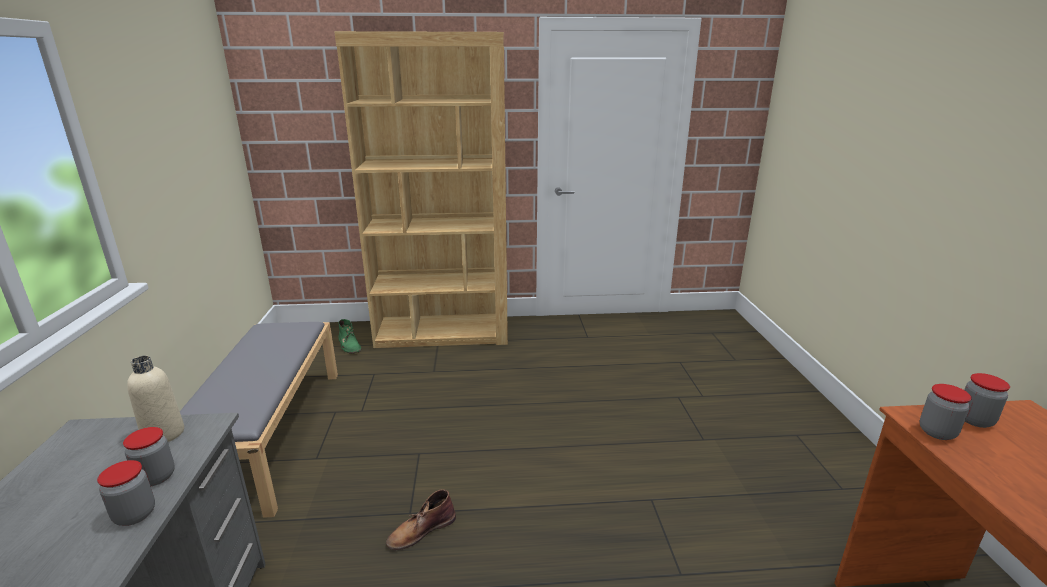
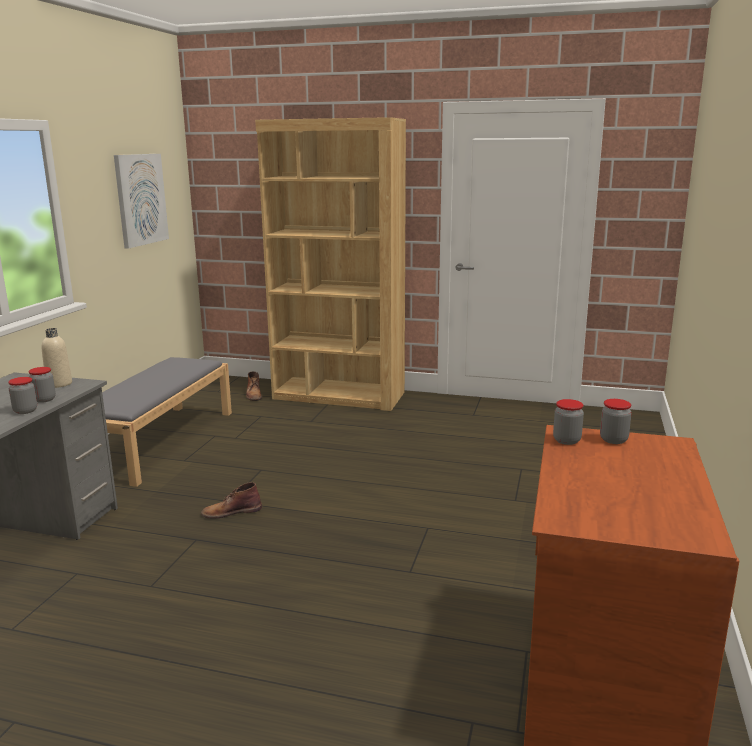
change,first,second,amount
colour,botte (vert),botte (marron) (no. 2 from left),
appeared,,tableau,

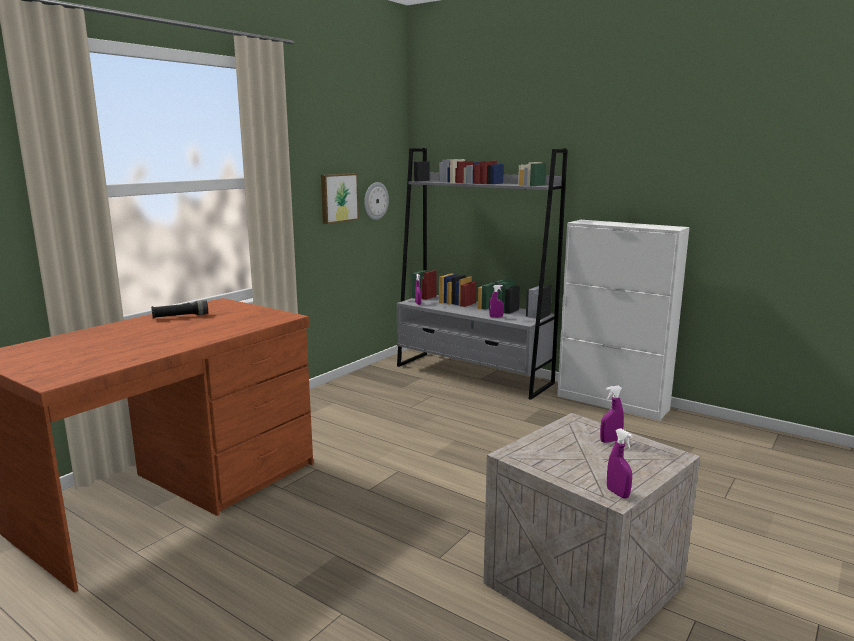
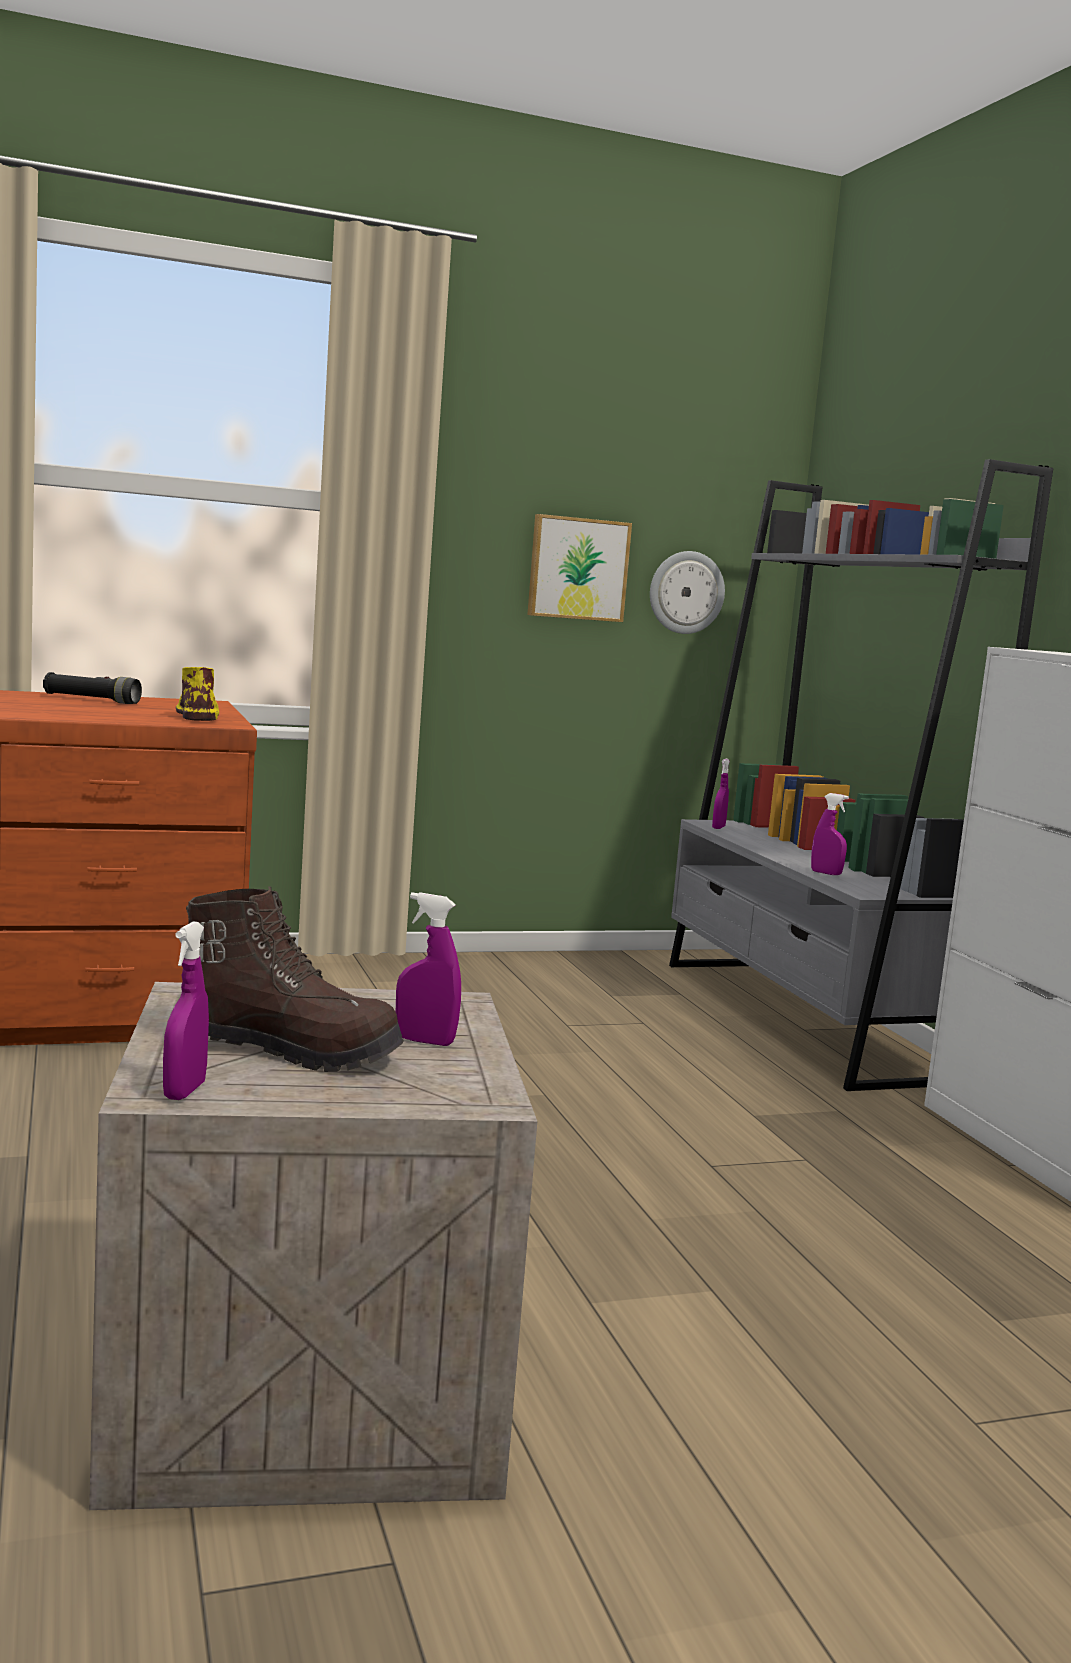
change,first,second,amount
appeared,,botte (jaune),
appeared,,botte (marron),

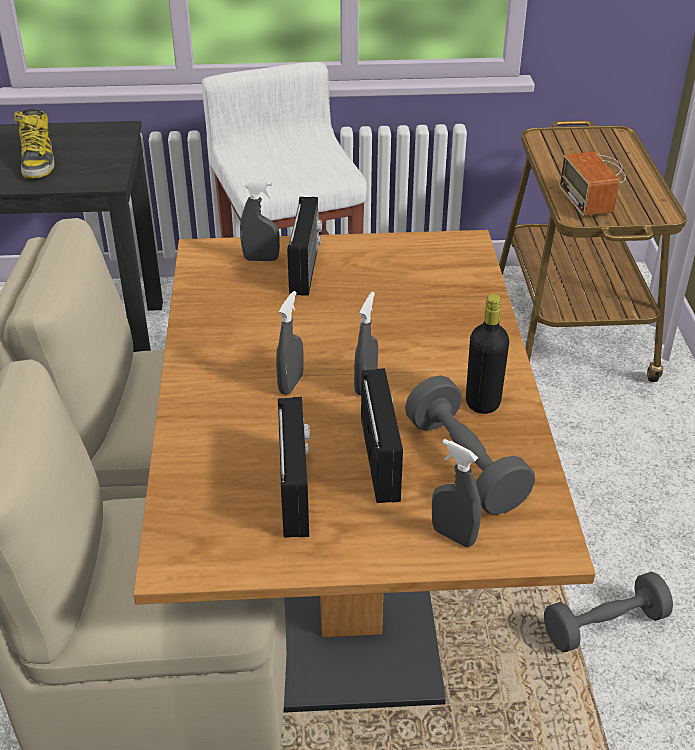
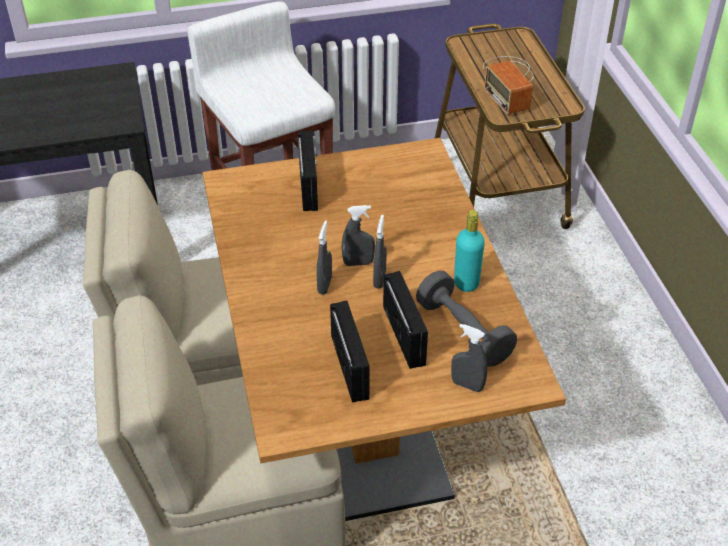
change,first,second,amount
missing,botte,,
relocated,vaporisateur (gris) (no. 1 from left in the first image),vaporisateur (gris) (no. 2 from left),
colour,bouteille (noir),bouteille (turquoise),
missing,haltère (gris) (no. 2 from left),,

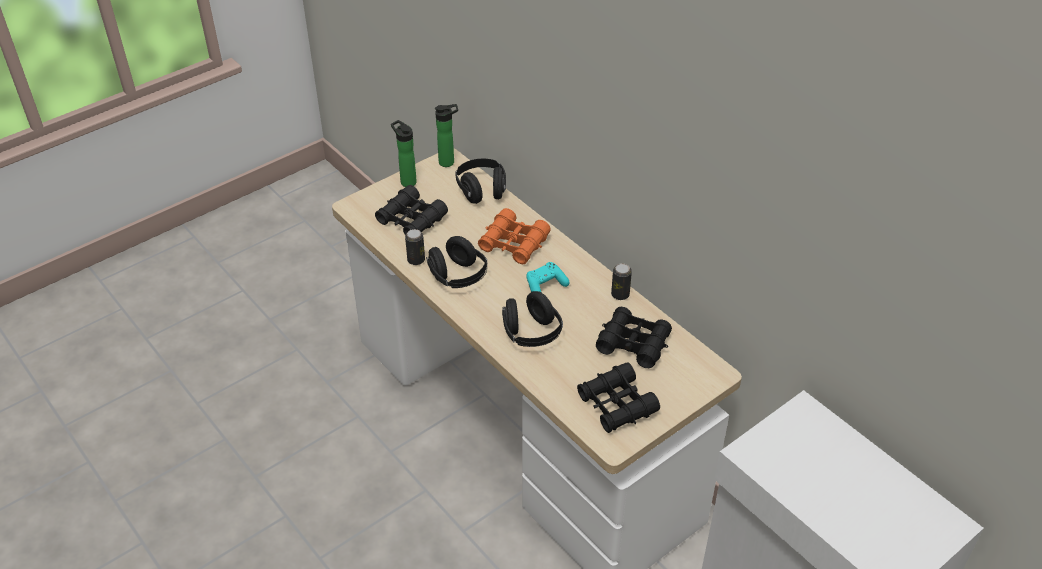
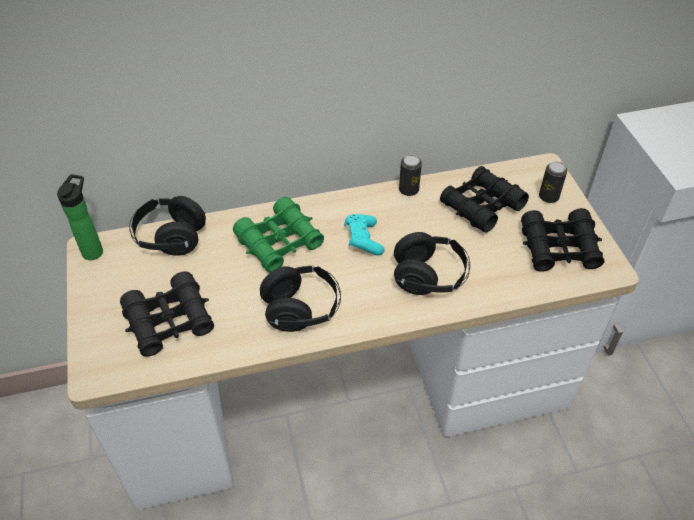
change,first,second,amount
missing,bouteille (no. 1 from left),,
relocated,boîte métallique (no. 1 from left in the first image),boîte métallique (no. 2 from left),
colour,jumelles (orange),jumelles (vert),

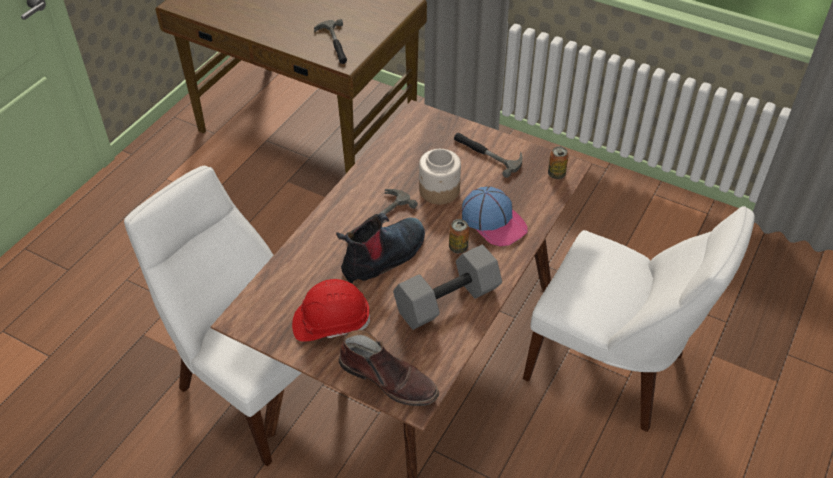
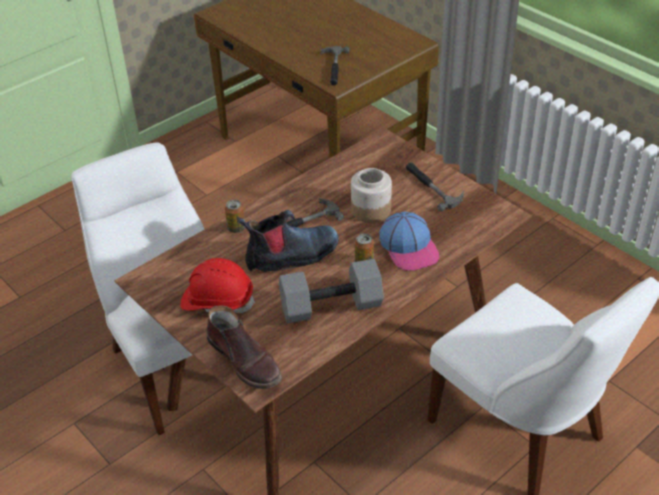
change,first,second,amount
relocated,boîte métallique (no. 2 from left in the first image),boîte métallique (no. 1 from left),

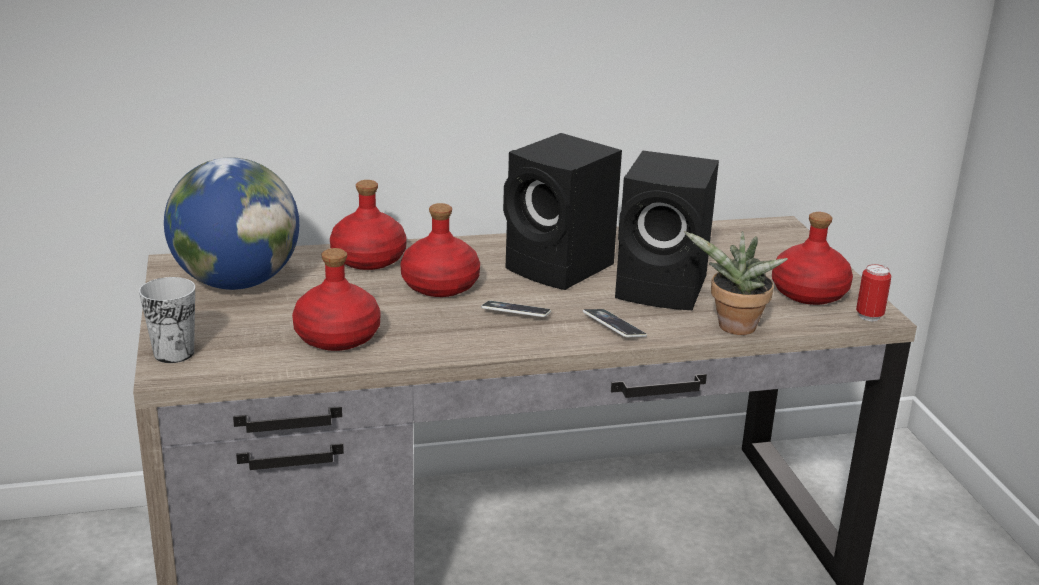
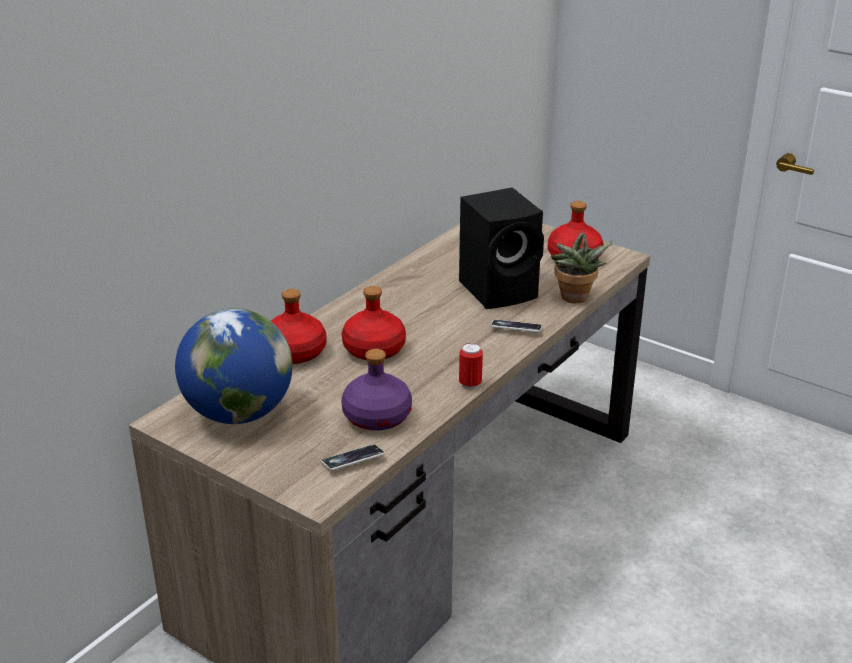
change,first,second,amount
missing,tasse,,
colour,bouteille (rouge) (no. 1 from left),bouteille (violet),
relocated,téléphone (no. 1 from left),,
missing,enceinte (noir) (no. 1 from left),,
relocated,boîte métallique,,

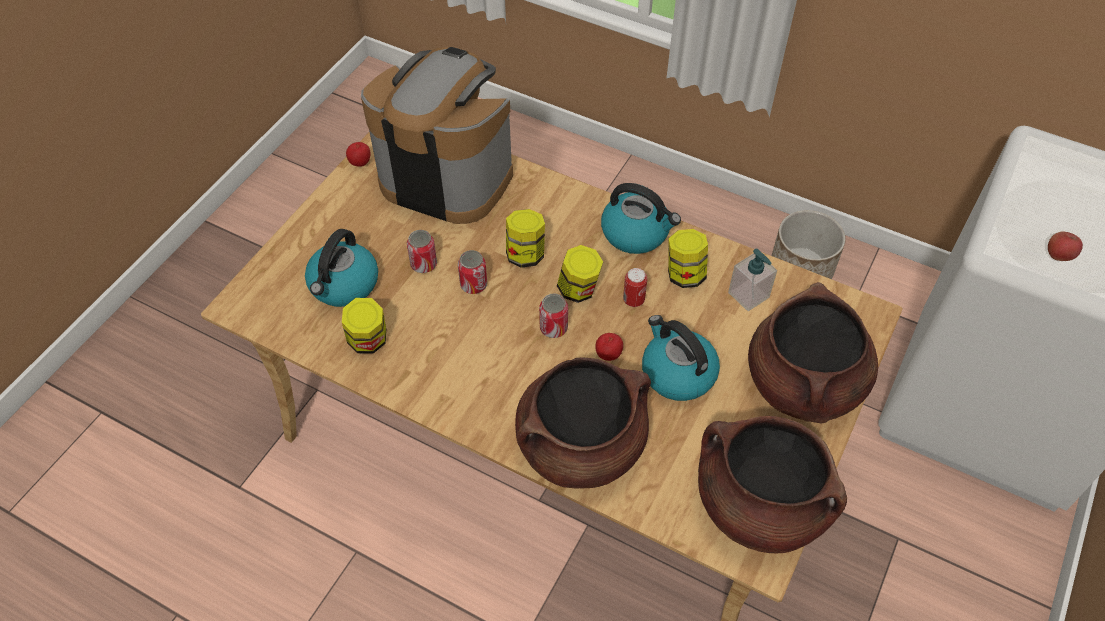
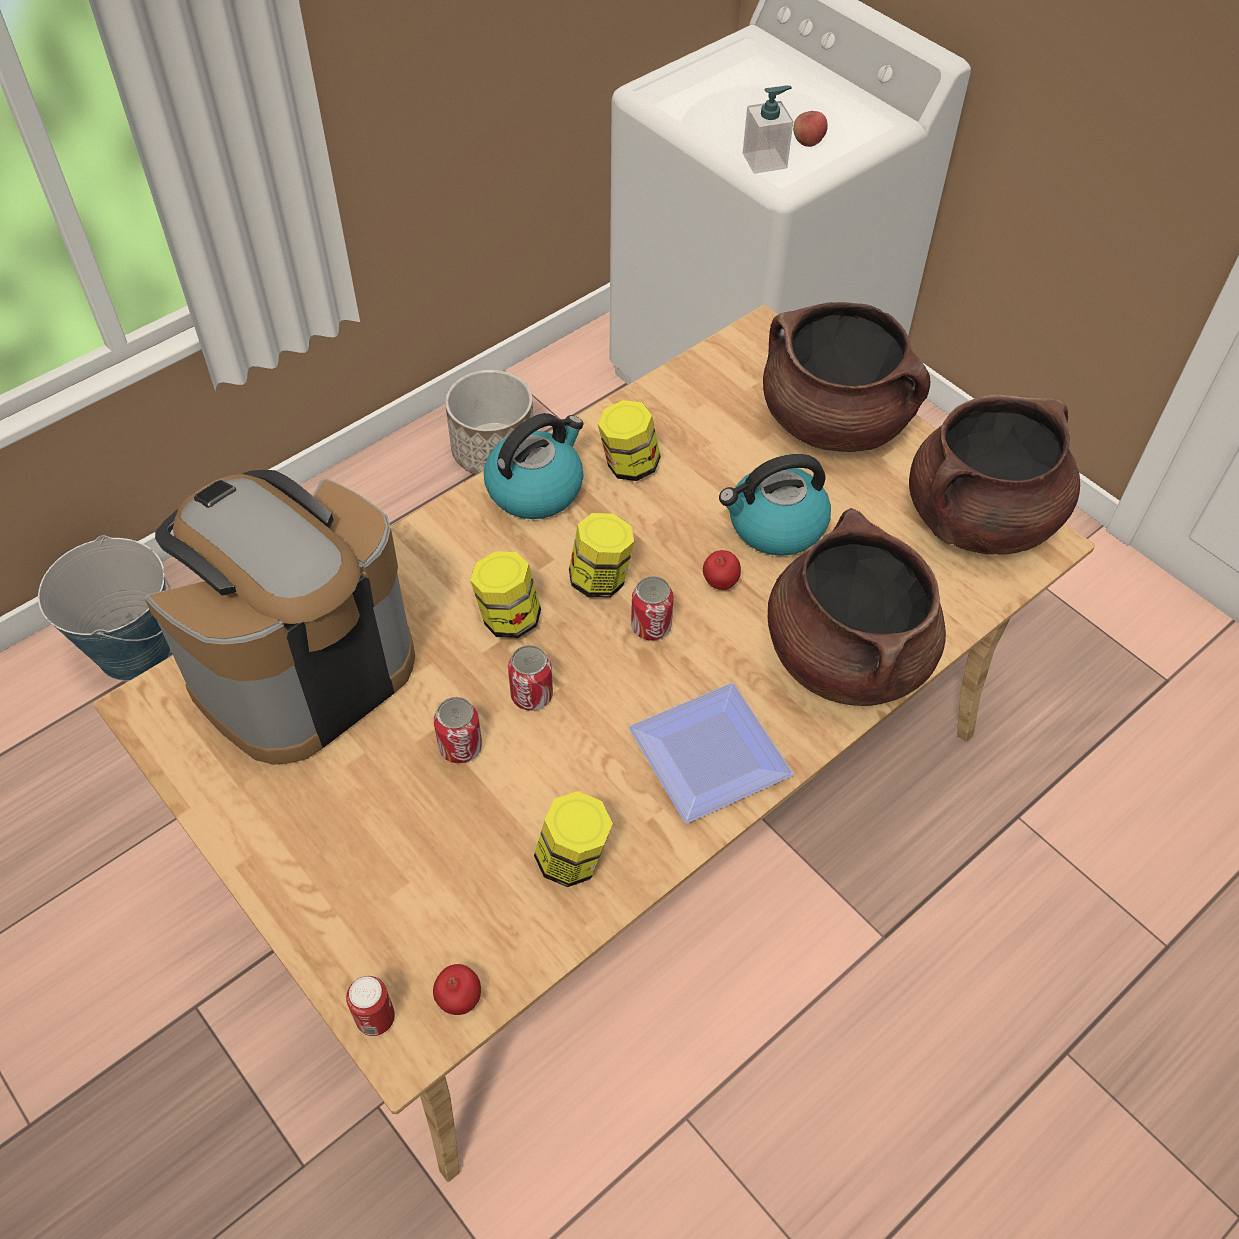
change,first,second,amount
missing,bouilloire (no. 1 from left),,
relocated,pomme (no. 1 from left),,
relocated,boîte métallique (no. 4 from left in the first image),boîte métallique (no. 1 from left),
relocated,distributeur de savon,,
appeared,,seau,
appeared,,assiette,

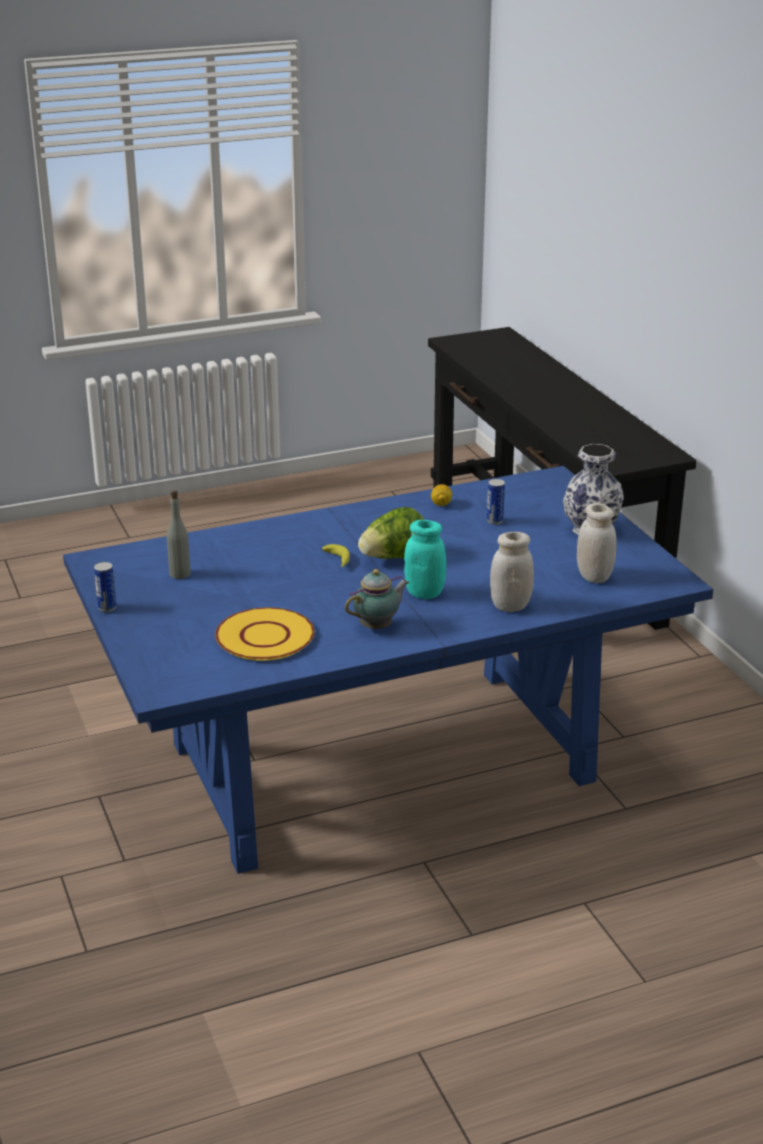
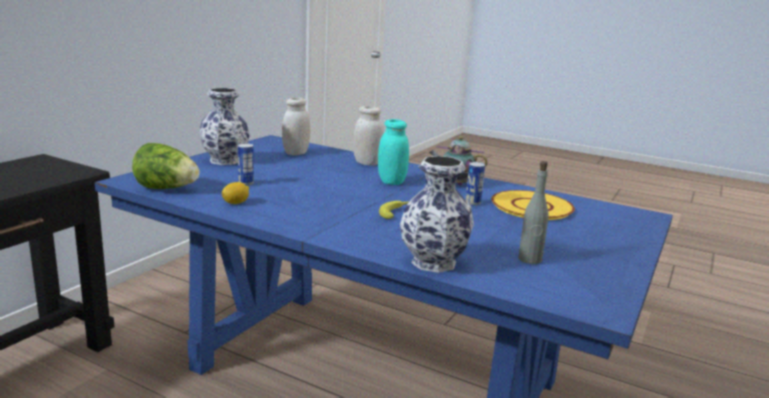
change,first,second,amount
relocated,boîte métallique (no. 1 from left in the first image),boîte métallique (no. 2 from left),
relocated,laitue,,
appeared,,vase (no. 2 from left),

